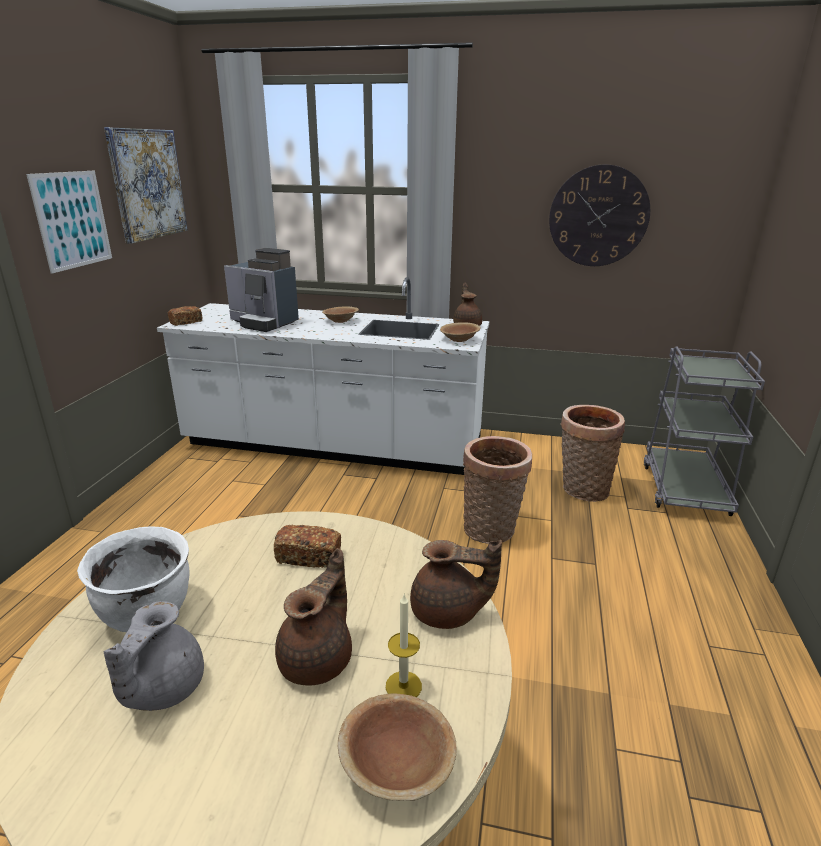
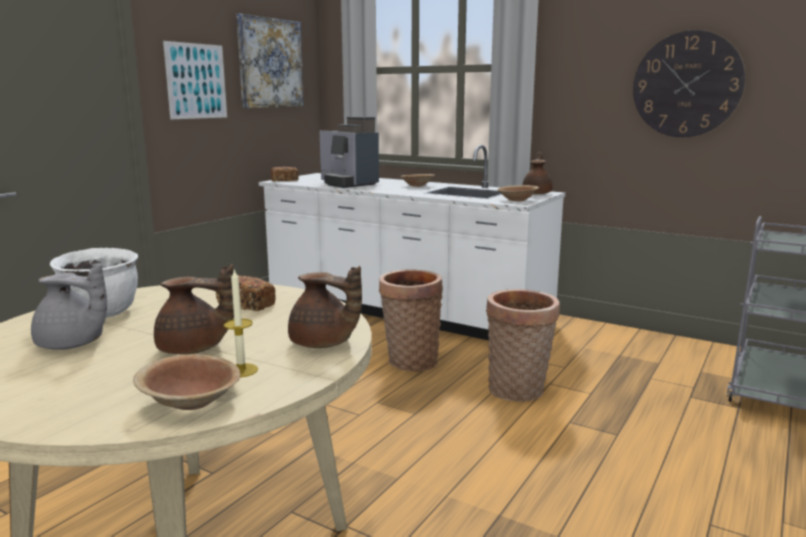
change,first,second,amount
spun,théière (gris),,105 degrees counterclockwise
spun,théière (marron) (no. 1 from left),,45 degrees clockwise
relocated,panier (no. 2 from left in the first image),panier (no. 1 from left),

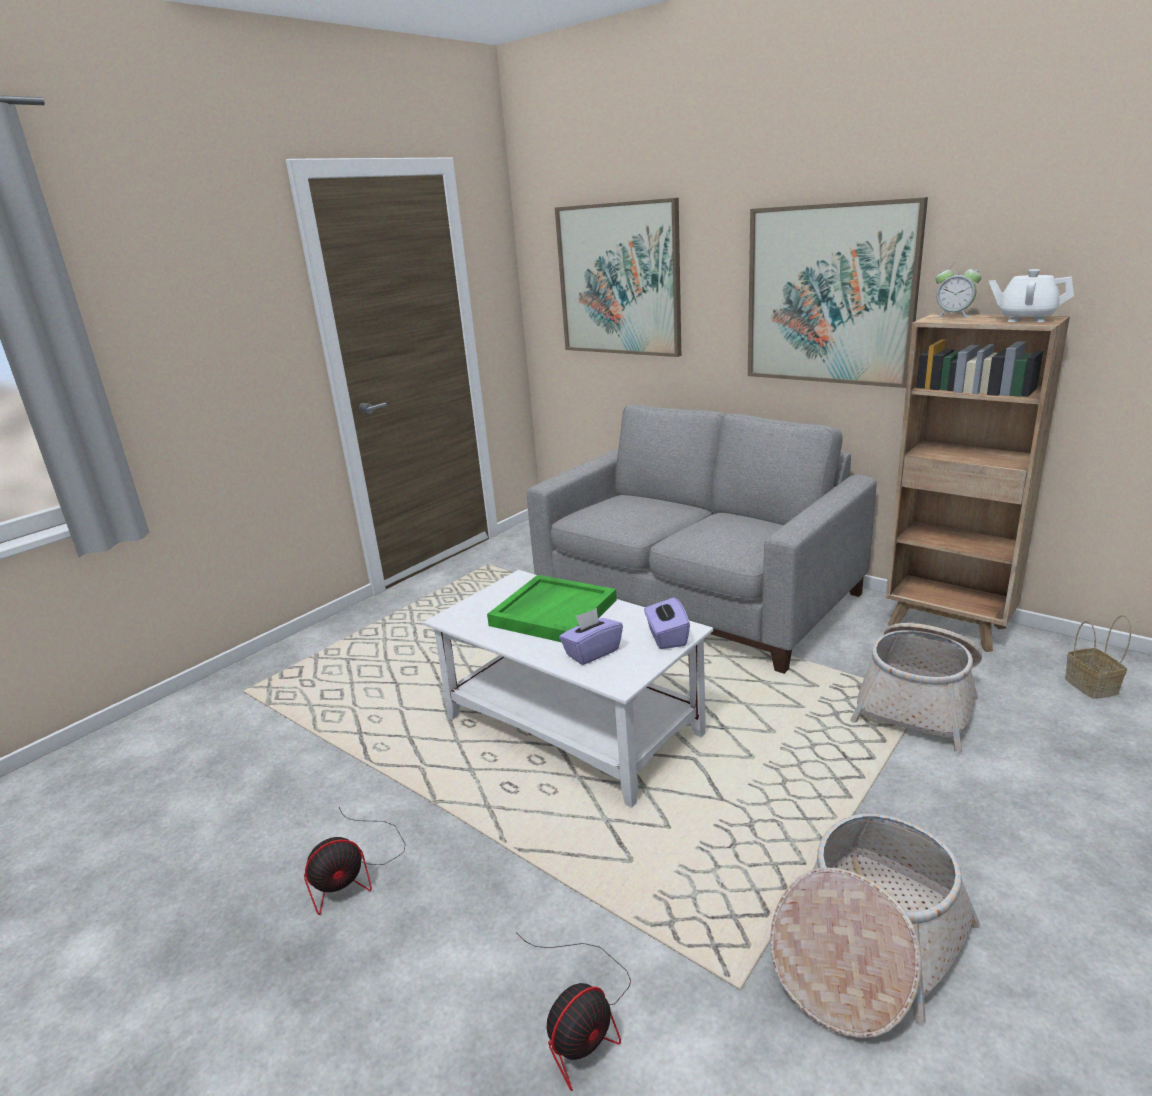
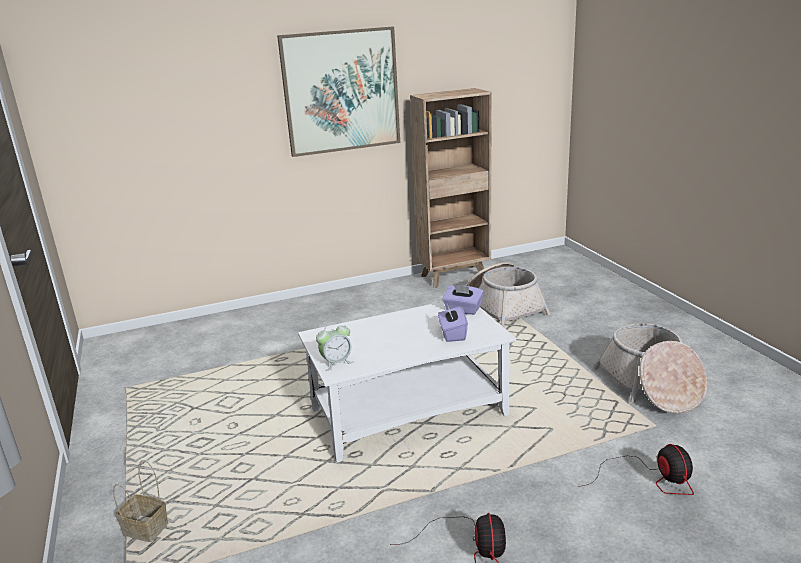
change,first,second,amount
missing,plateau (vert),,
missing,canapé (gris),,
missing,tableau (no. 1 from left),,
relocated,réveil,,
missing,théière (blanc),,
relocated,panier (no. 3 from left in the first image),panier (no. 1 from left),

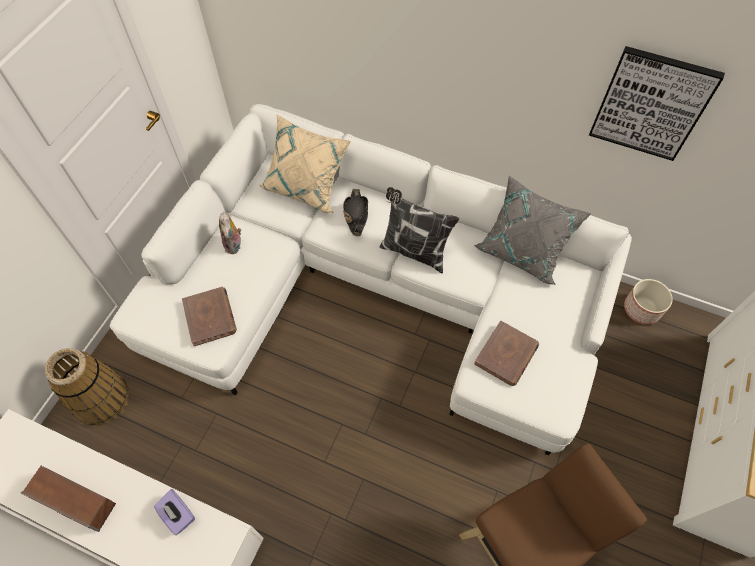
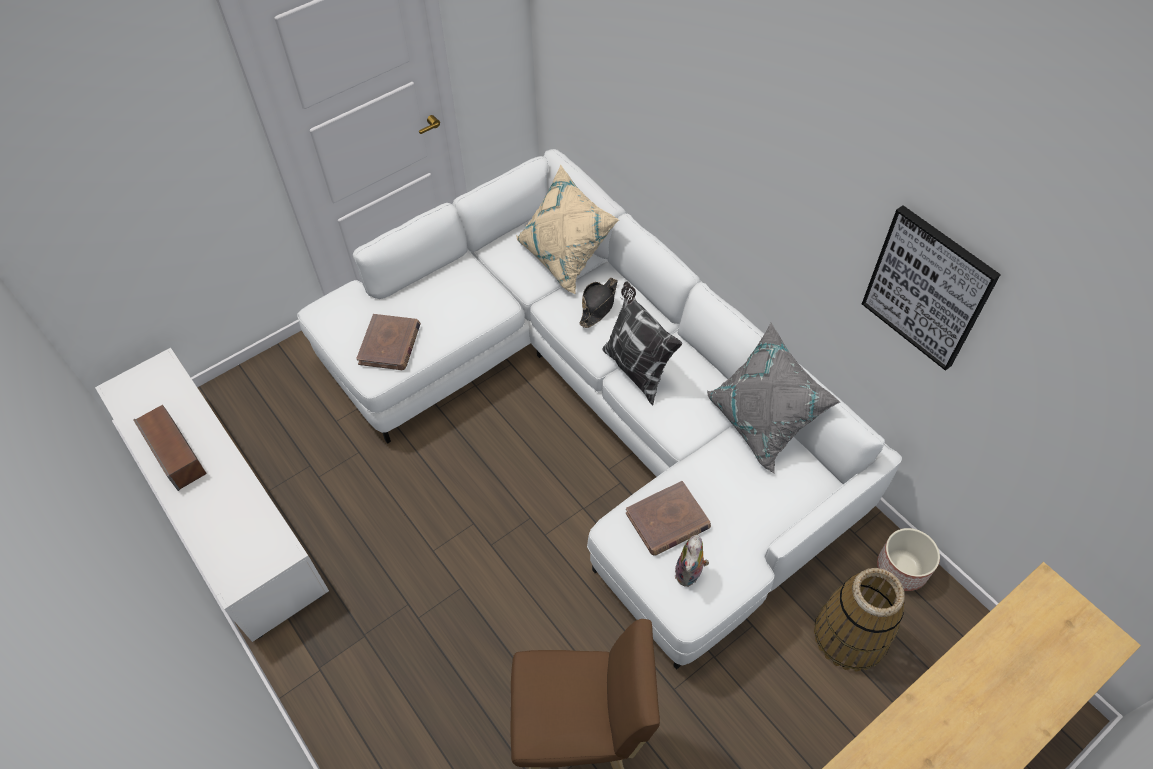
change,first,second,amount
relocated,panier,,
missing,boîte à mouchoirs (violet),,
relocated,peluche,,

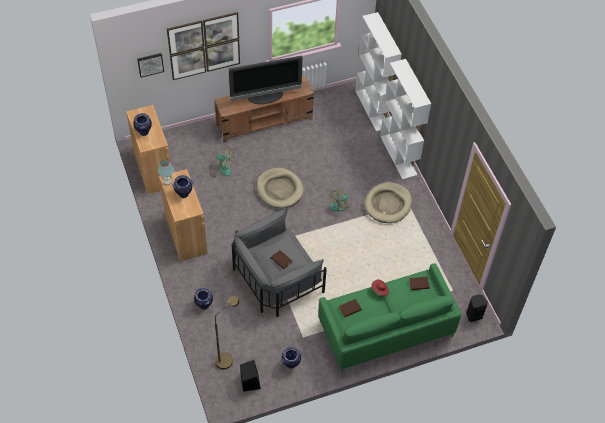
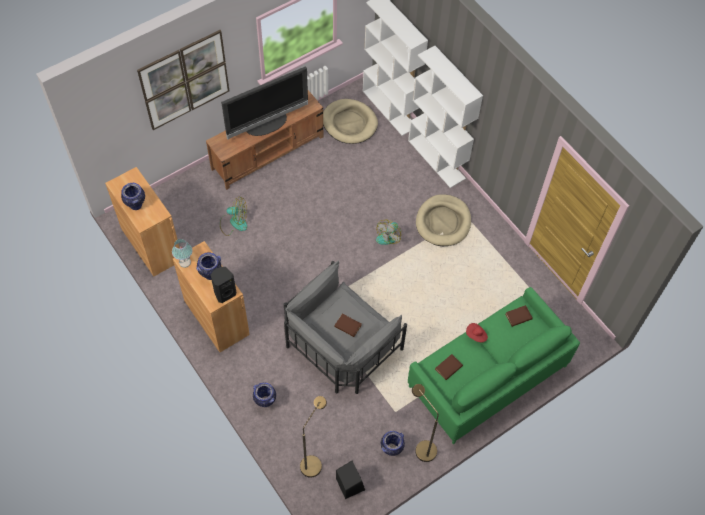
change,first,second,amount
missing,tableau (no. 1 from left),,
relocated,panier pour chien (beige) (no. 1 from left),,
relocated,enceinte (noir) (no. 2 from left in the first image),enceinte (noir) (no. 1 from left),
appeared,,lampadaire (marron) (no. 2 from left),

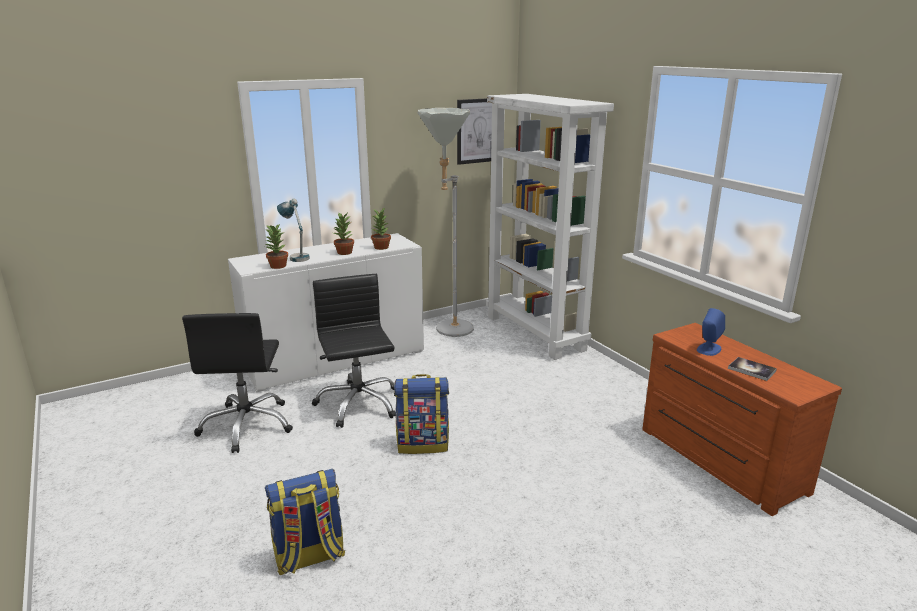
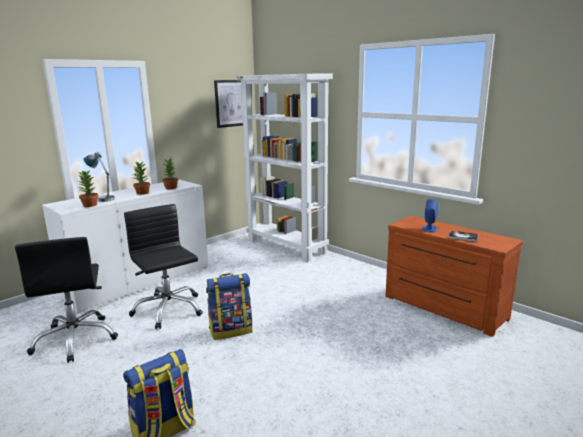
change,first,second,amount
missing,lampadaire (gris),,

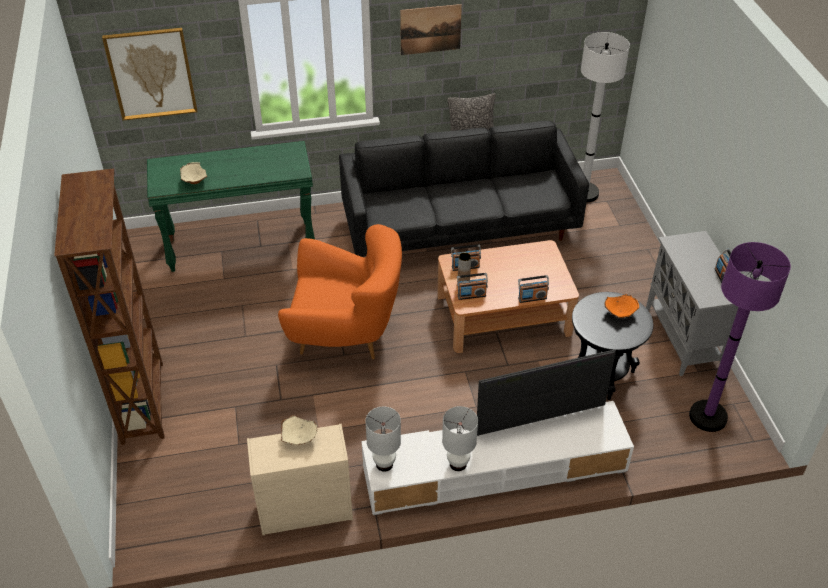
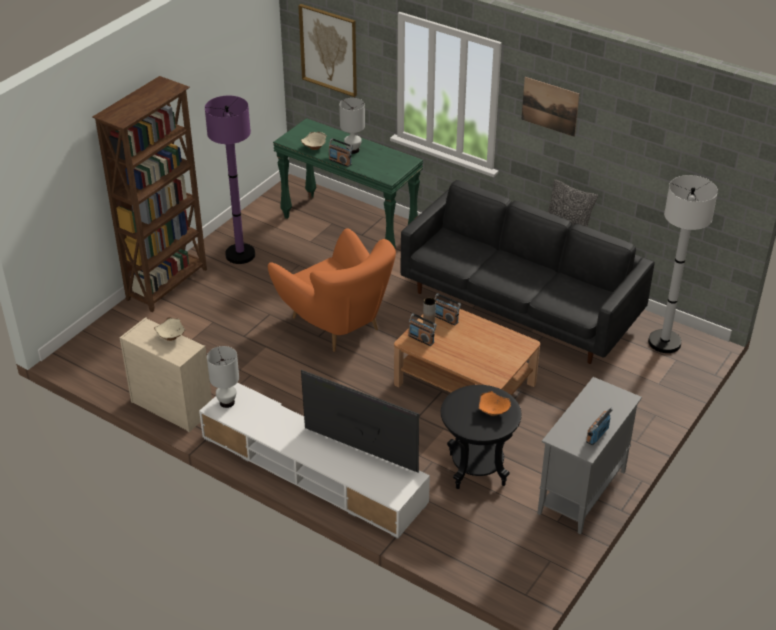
change,first,second,amount
relocated,lampe de table (blanc) (no. 2 from left),,
relocated,radio (no. 3 from left in the first image),radio (no. 1 from left),
relocated,lampadaire (violet),,

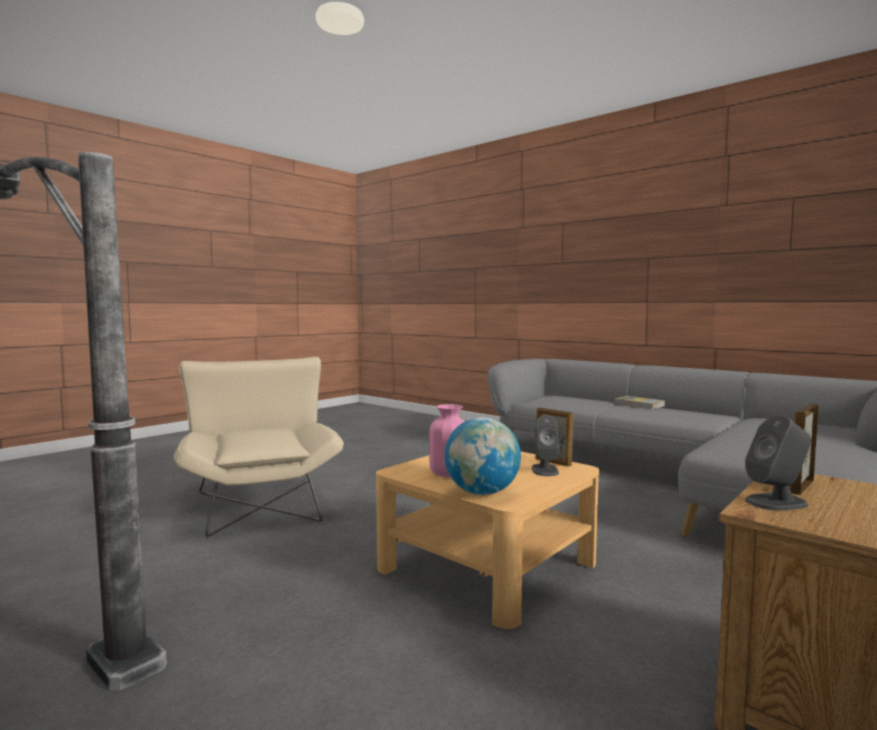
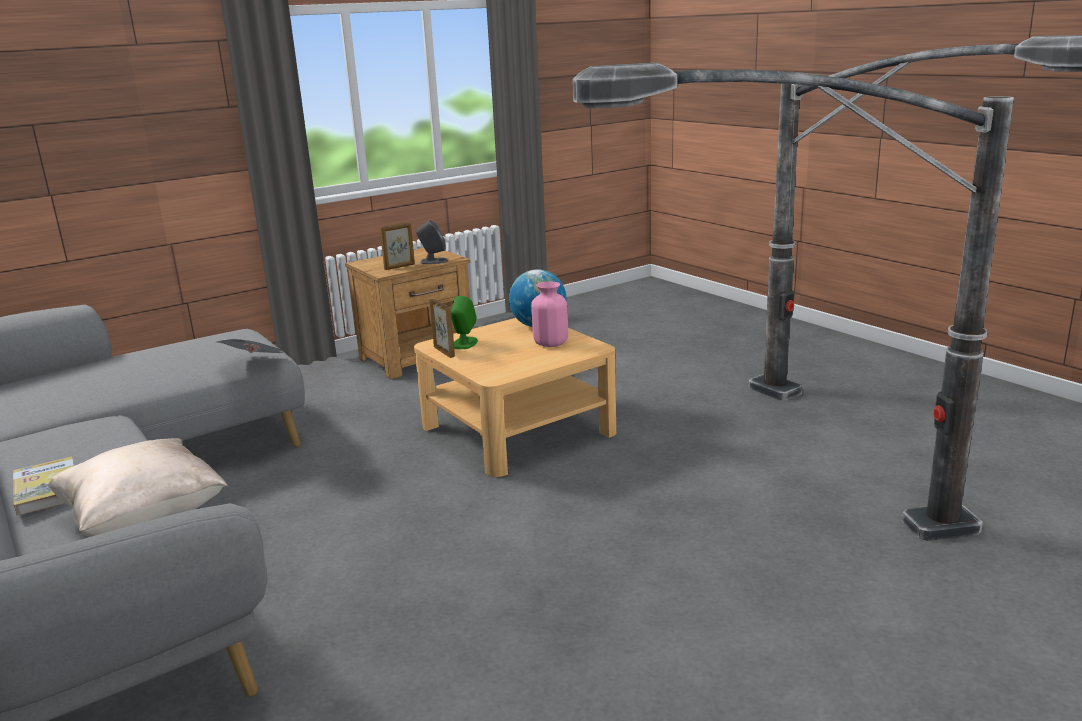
change,first,second,amount
exchanged,fauteuil (beige),lampadaire (no. 1 from left),
colour,enceinte (gris) (no. 1 from left),enceinte (vert),
appeared,,coussin (beige),
appeared,,journal,

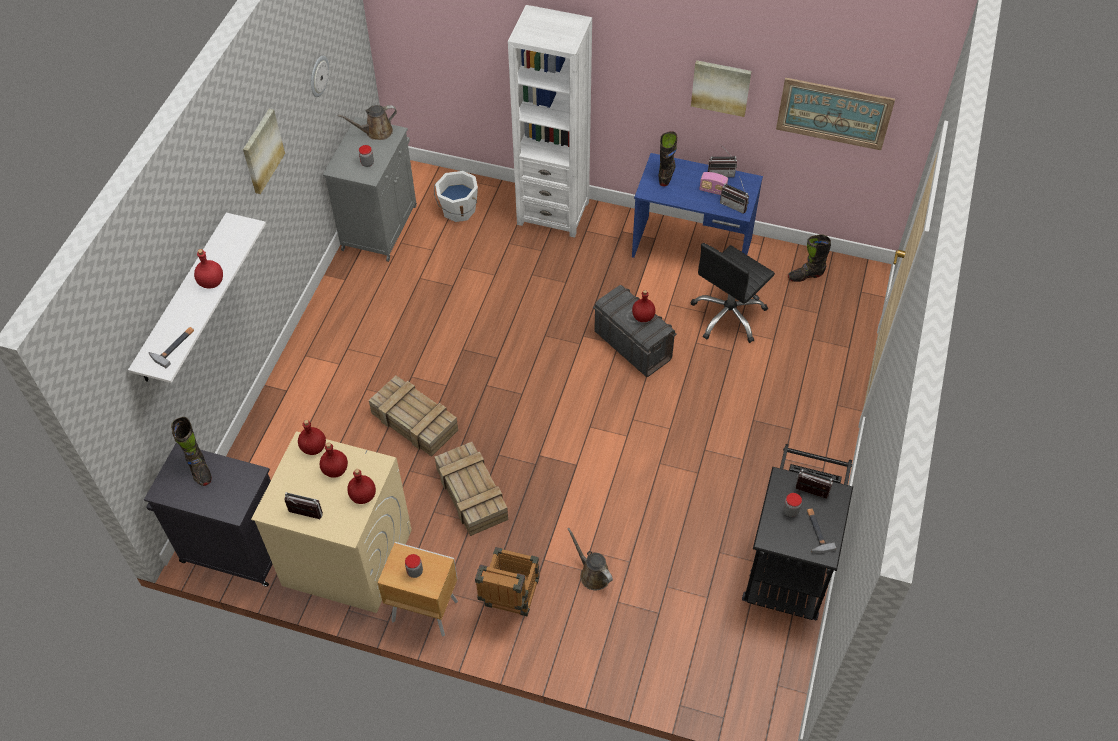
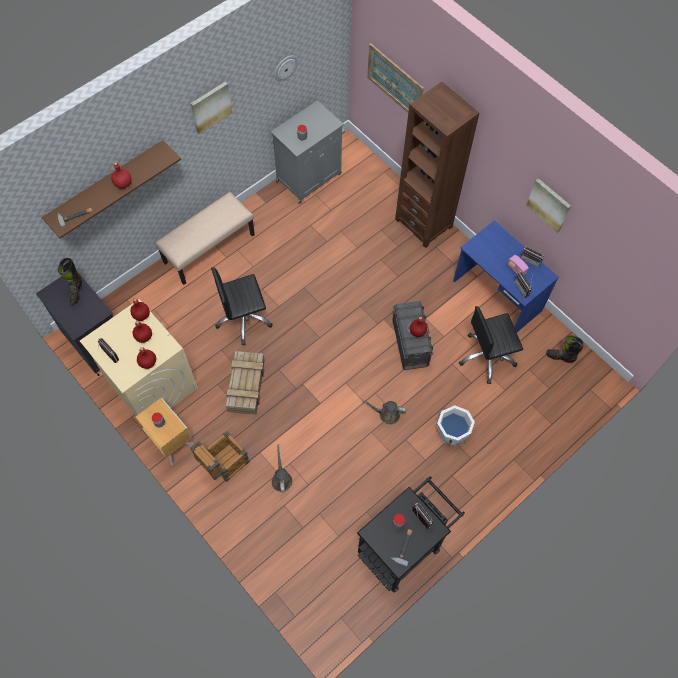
change,first,second,amount
colour,étagère (blanc),étagère (marron),
relocated,arrosoir (marron) (no. 1 from left in the first image),arrosoir (marron) (no. 2 from left),
exchanged,caisse (no. 1 from left),chaise de bureau (noir) (no. 1 from left),
relocated,seau (blanc),,
colour,bibliothèque (blanc),bibliothèque (marron),
missing,botte (noir) (no. 2 from left),,
relocated,tableau (no. 3 from left in the first image),tableau (no. 2 from left),
appeared,,banc (beige),

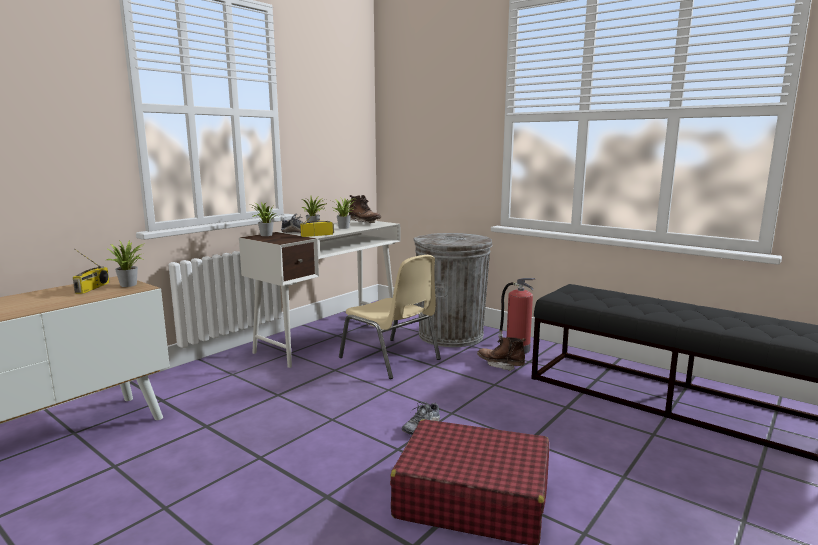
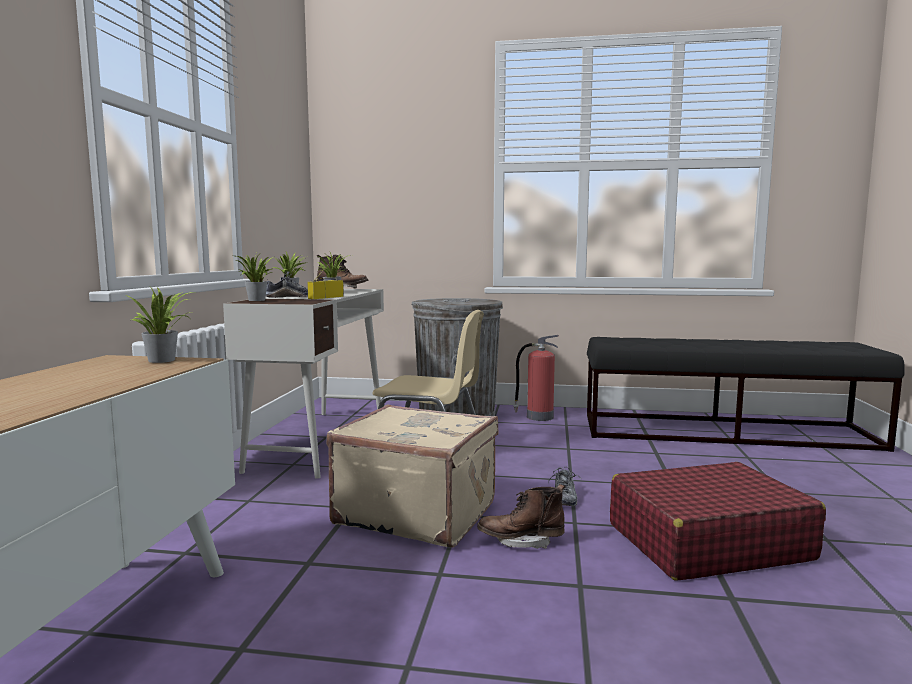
change,first,second,amount
missing,radio (no. 1 from left),,
relocated,botte (marron) (no. 2 from left),,
appeared,,valise (beige),

